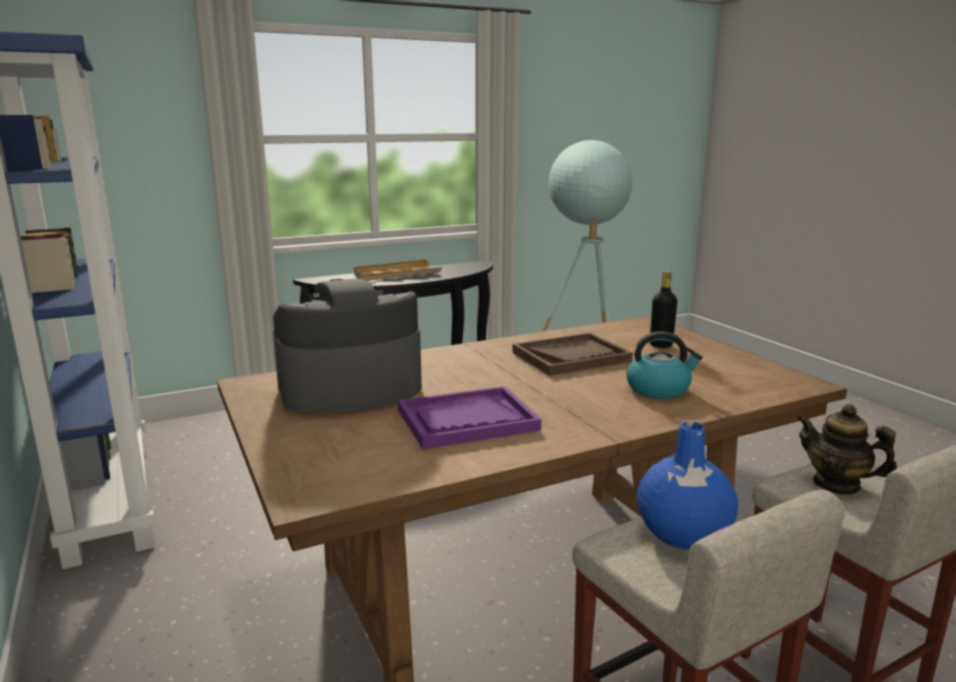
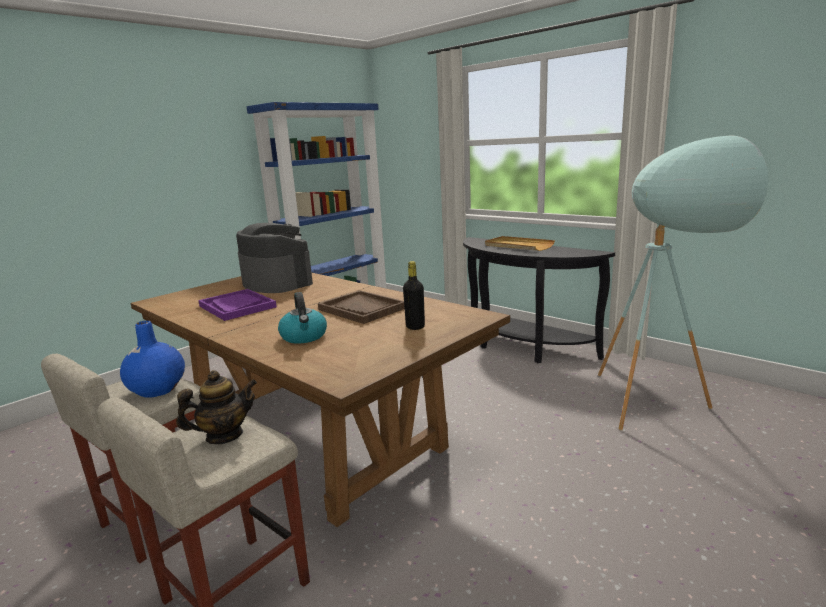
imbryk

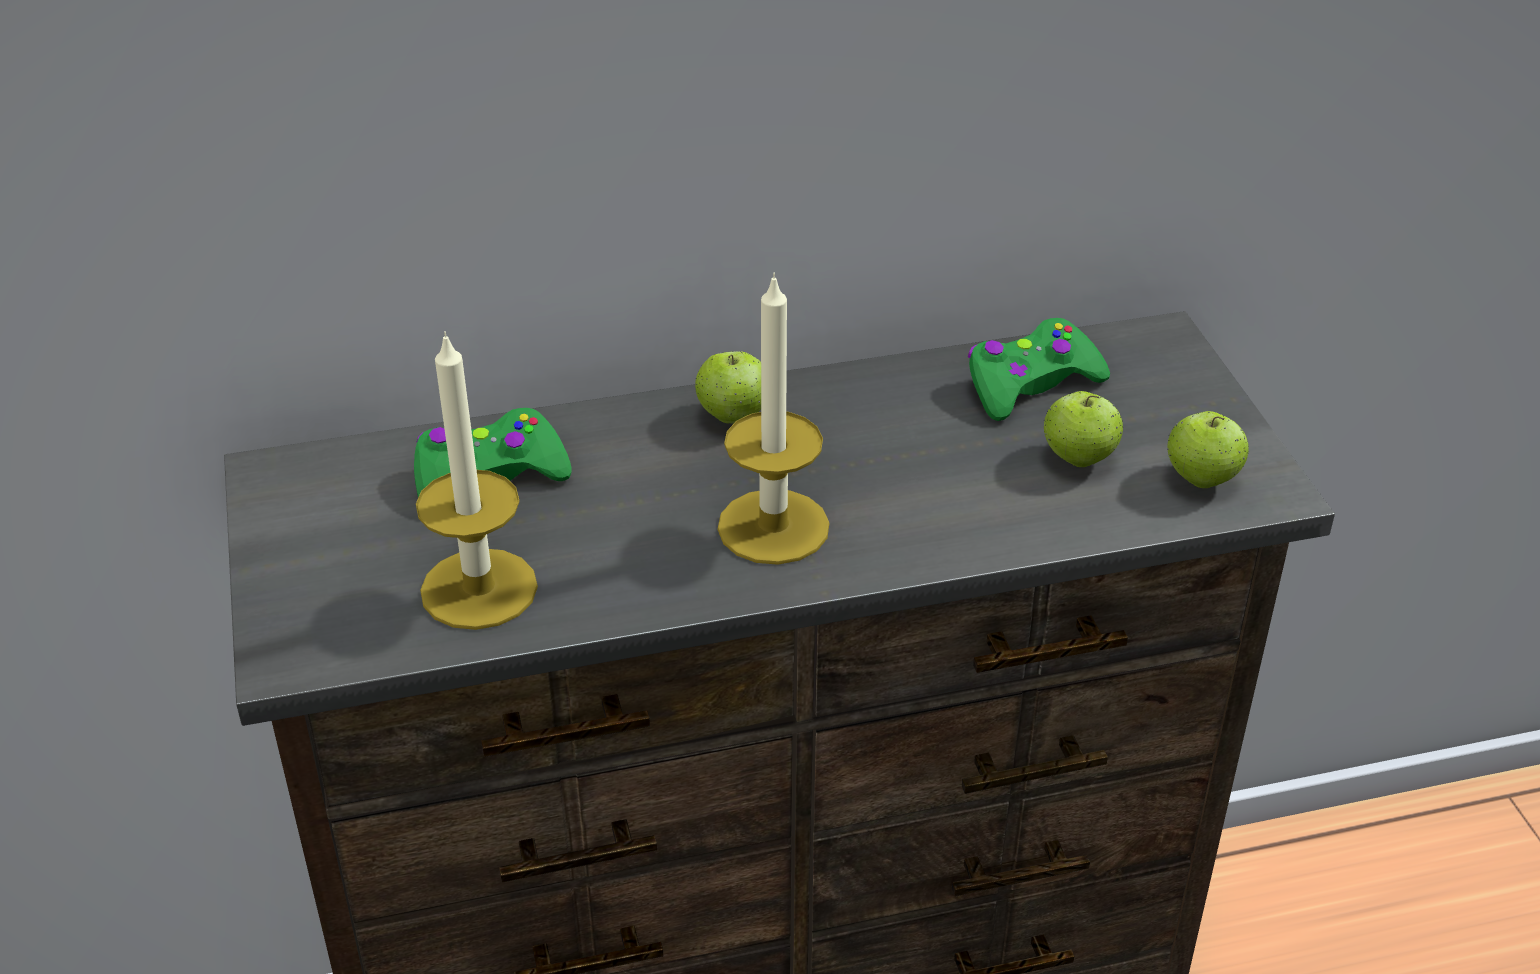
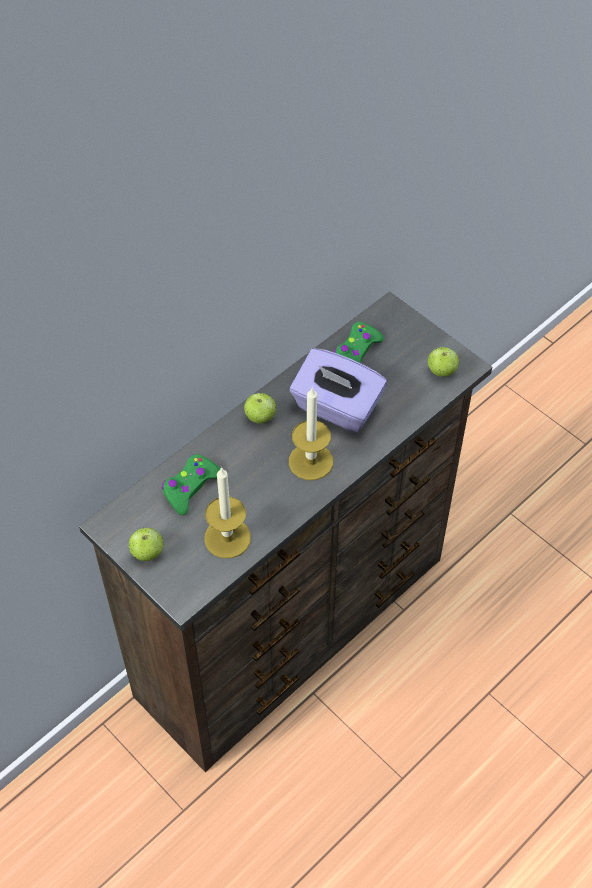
pudełko chusteczek [fioletowy]; jabłko (no. 1 from left)

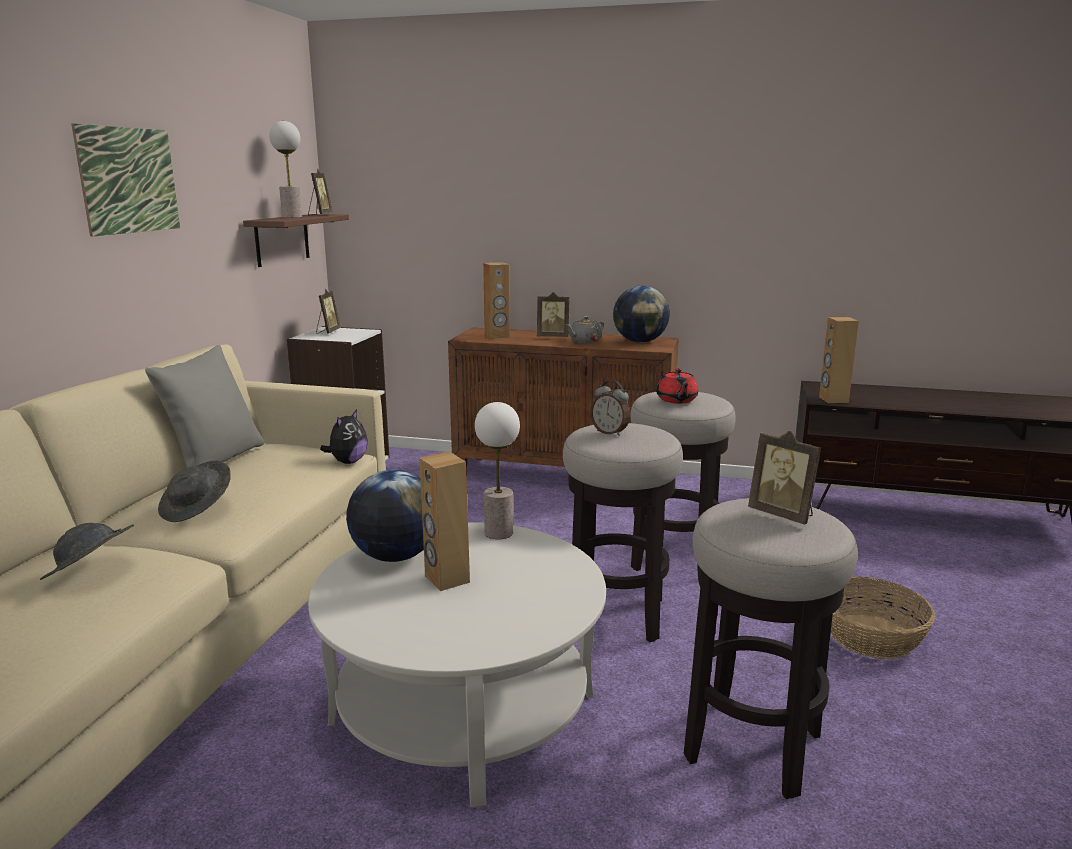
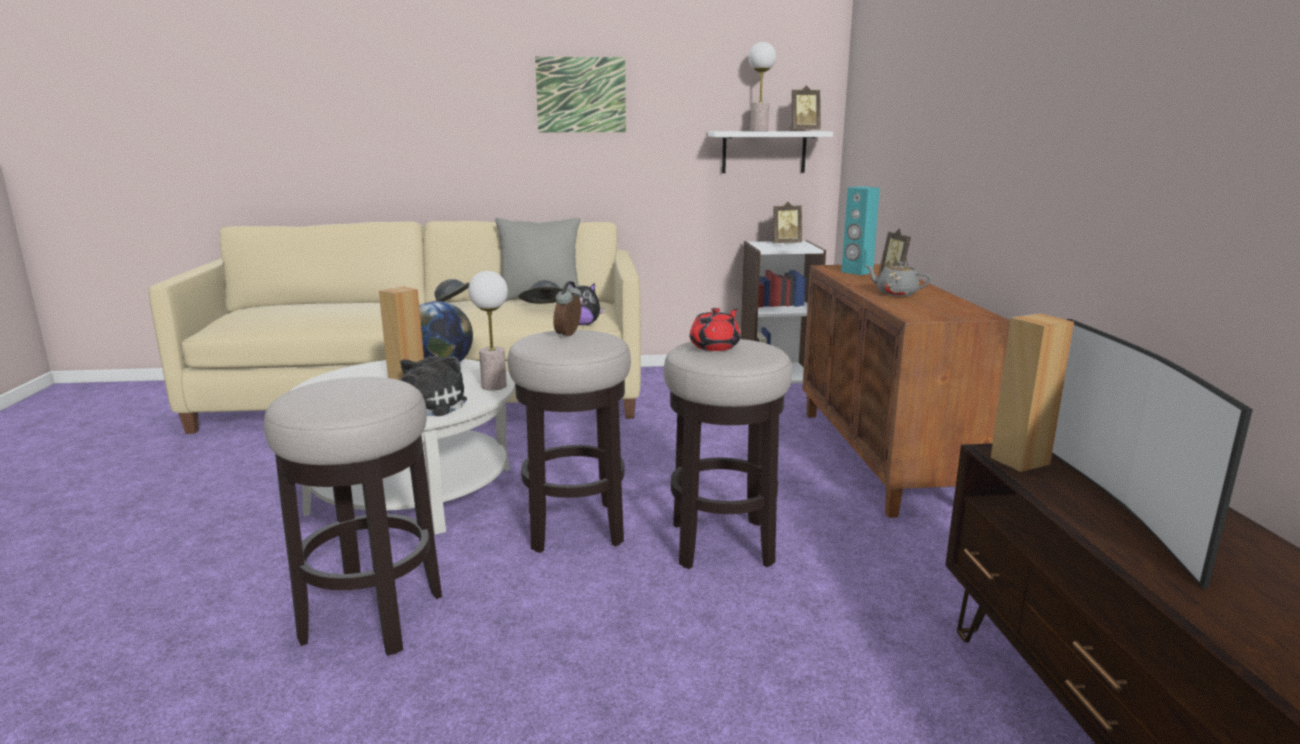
globus (no. 2 from left in the first image); ramka na zdjęcie (no. 4 from left in the first image); koszyk; pluszak (no. 1 from left); telewizor; kapelusz [szary] (no. 2 from left); półka [biały]; głośnik [turkusowy]; imbryk [czerwony]

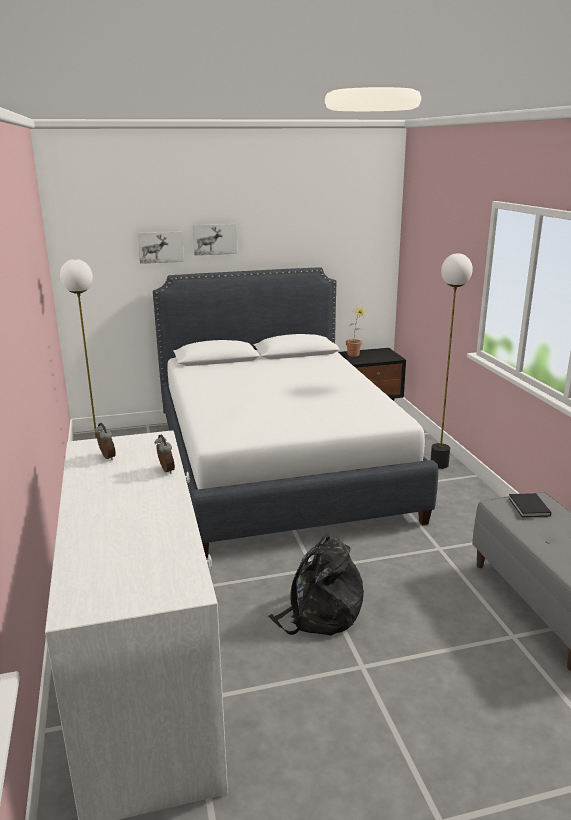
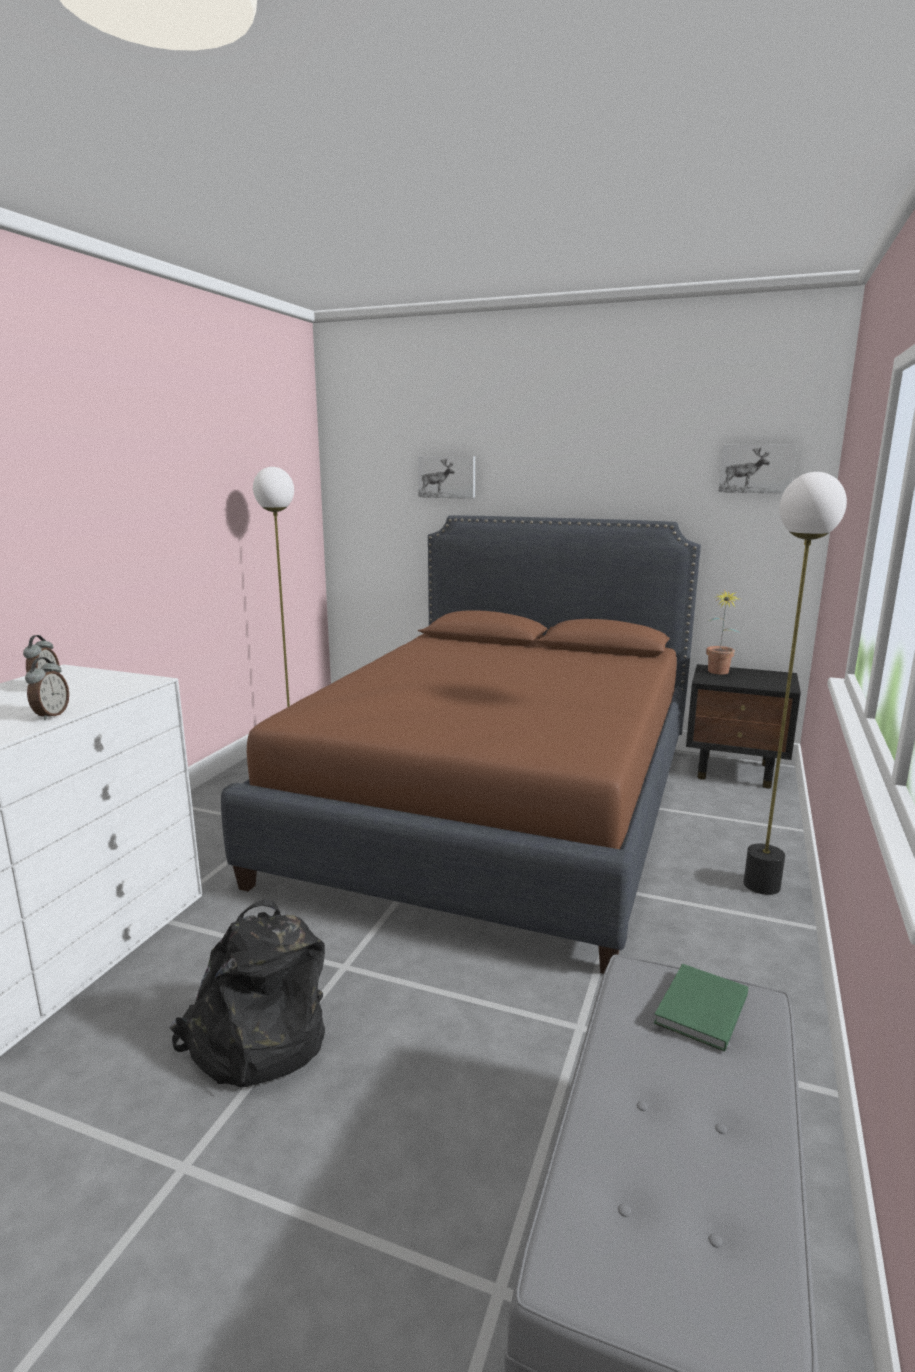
obraz (no. 2 from left); łóżko [brązowy]; książka [zielony]

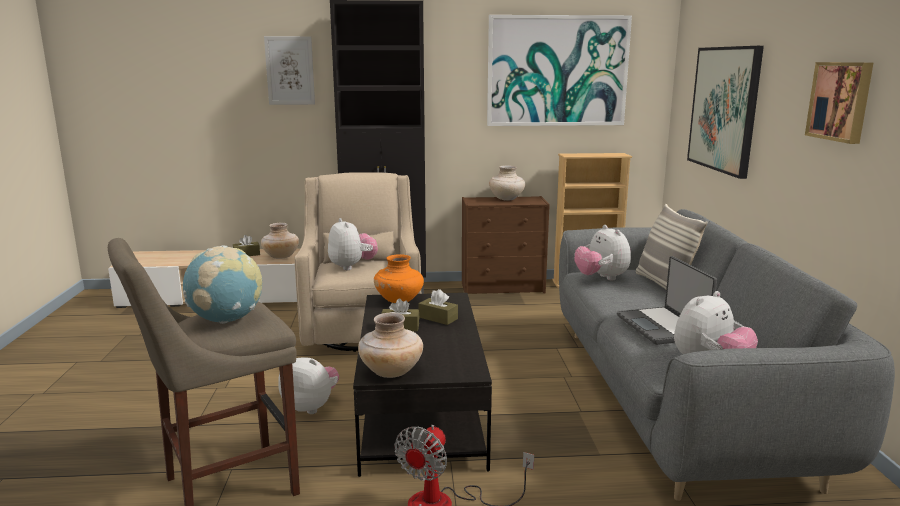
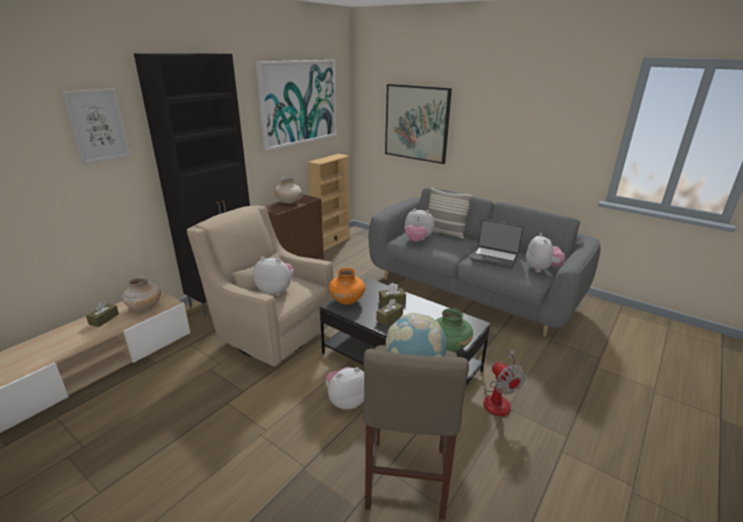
obraz (no. 4 from left in the first image); wazon [zielony]

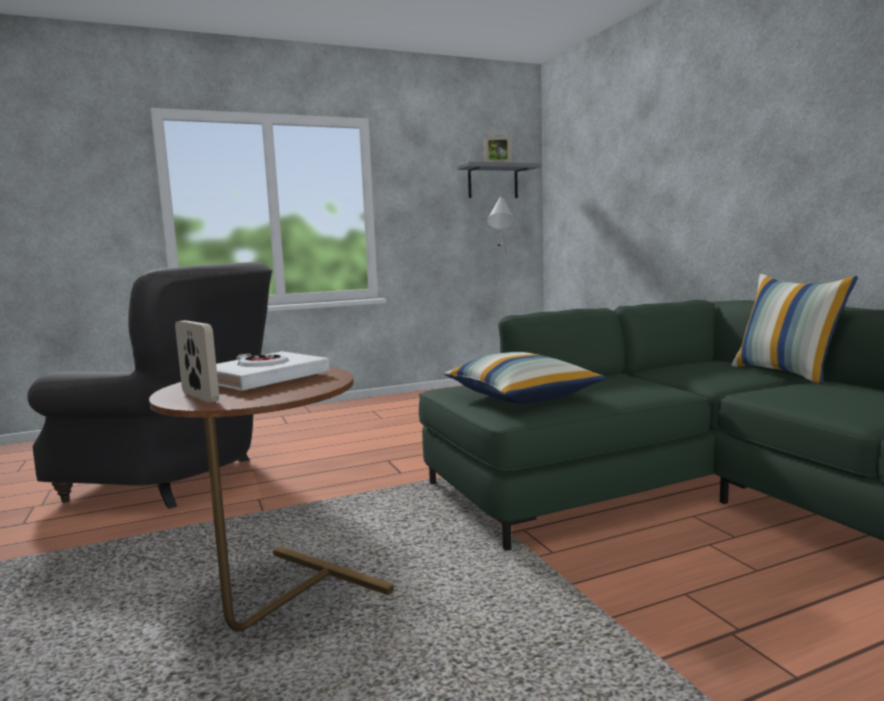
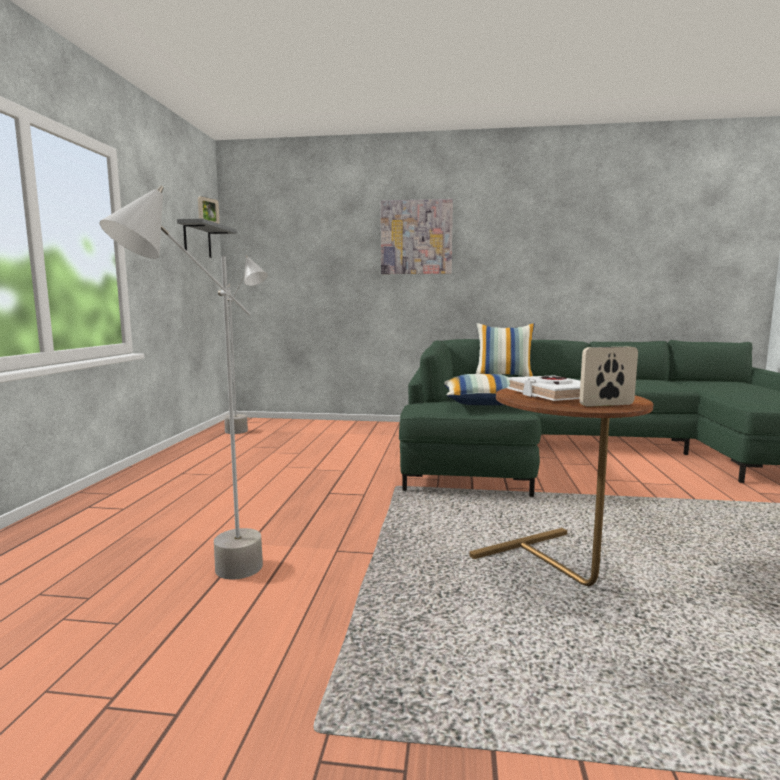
obraz; lampa stojąca [szary] (no. 1 from left)

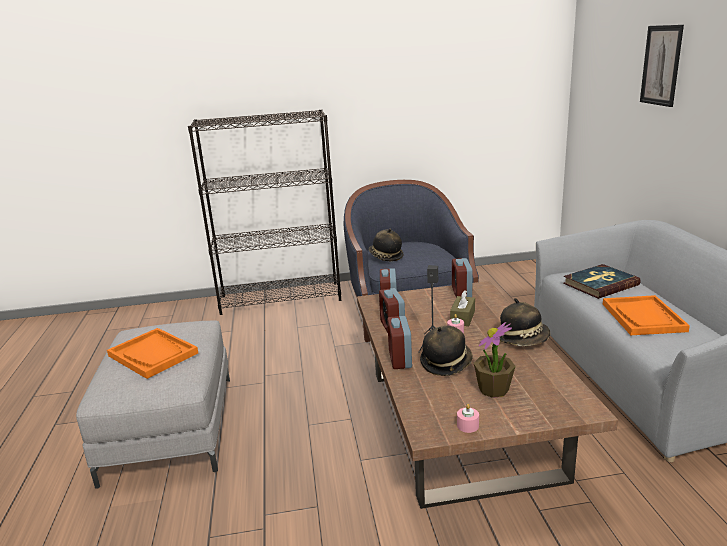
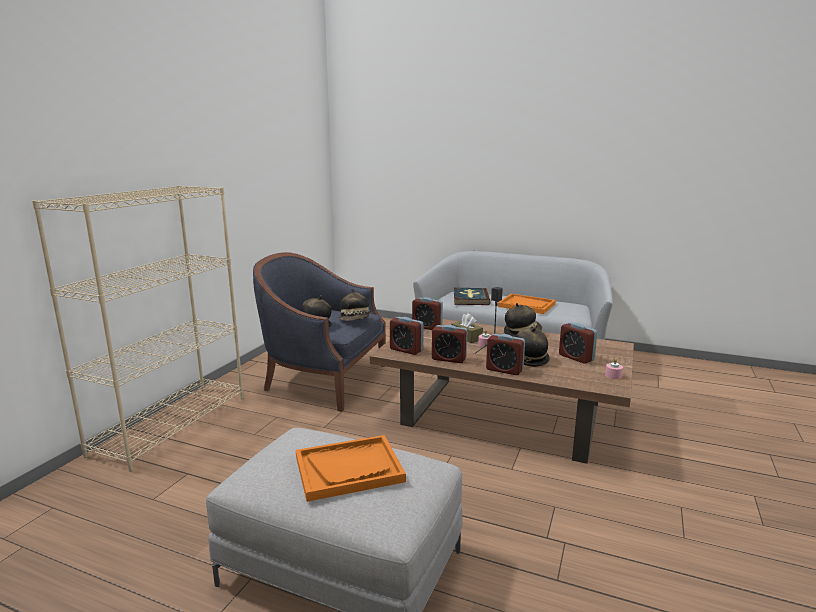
obraz; kapelusz (no. 2 from left); budzik (no. 5 from left); regał [beżowy]

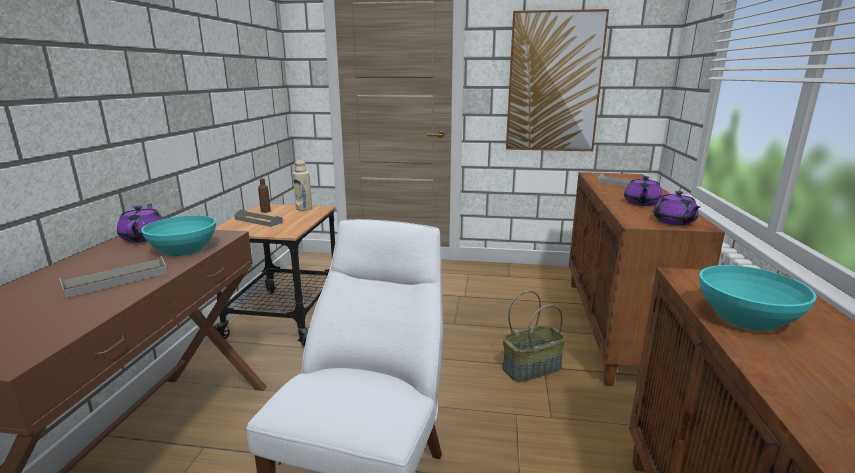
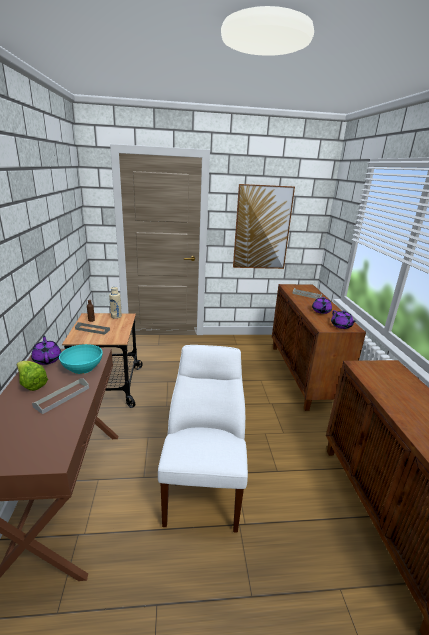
koszyk; miska [turkusowy] (no. 2 from left in the first image); sałata

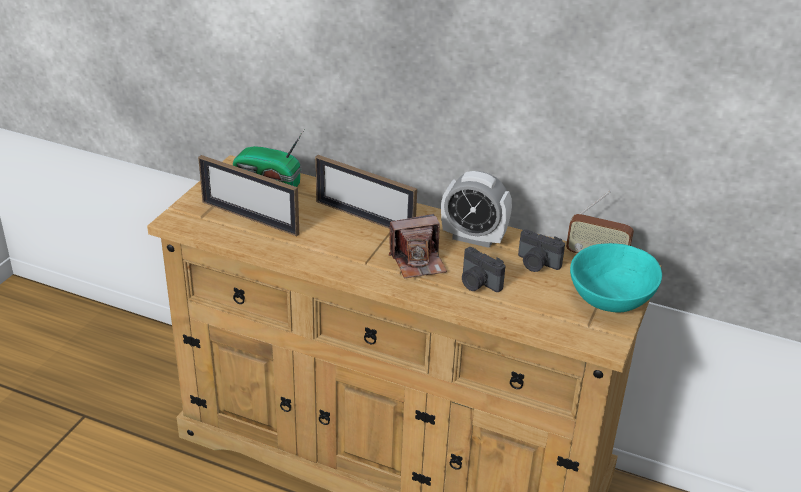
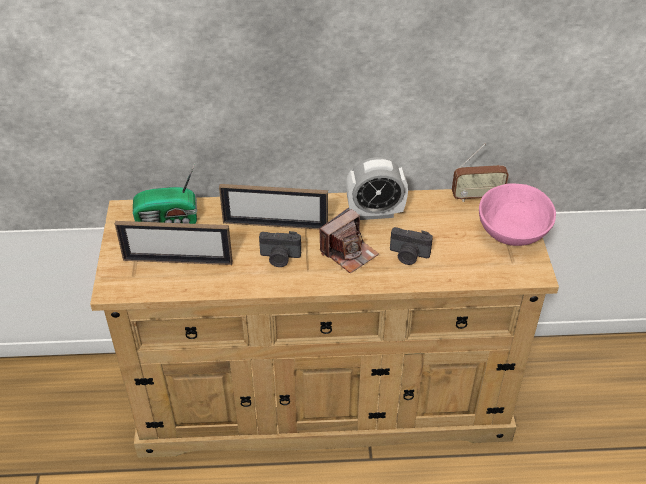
aparat fotograficzny (no. 1 from left); miska [różowy]

